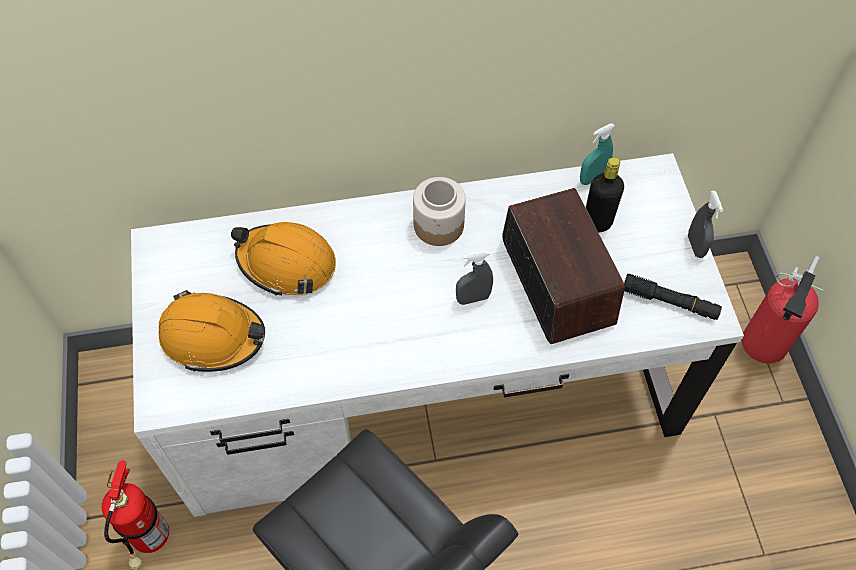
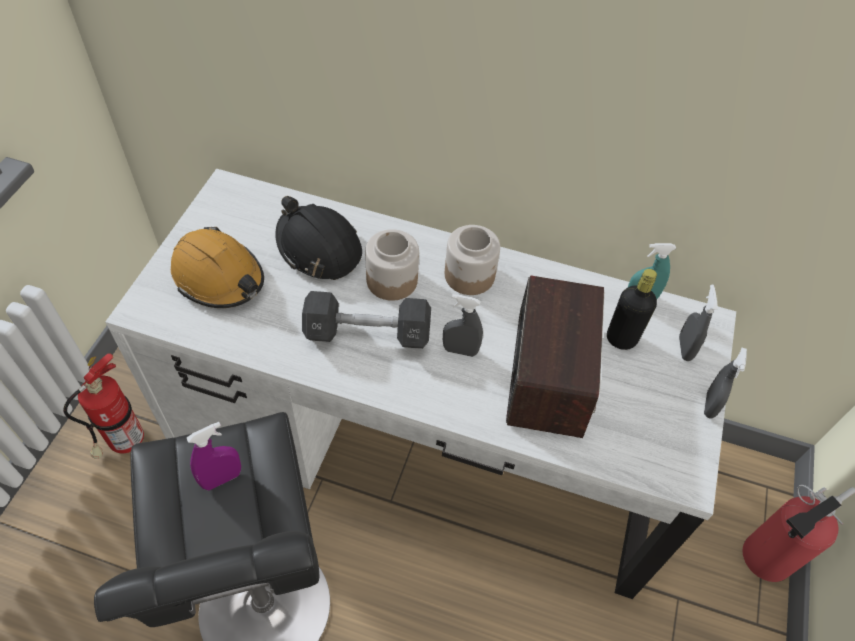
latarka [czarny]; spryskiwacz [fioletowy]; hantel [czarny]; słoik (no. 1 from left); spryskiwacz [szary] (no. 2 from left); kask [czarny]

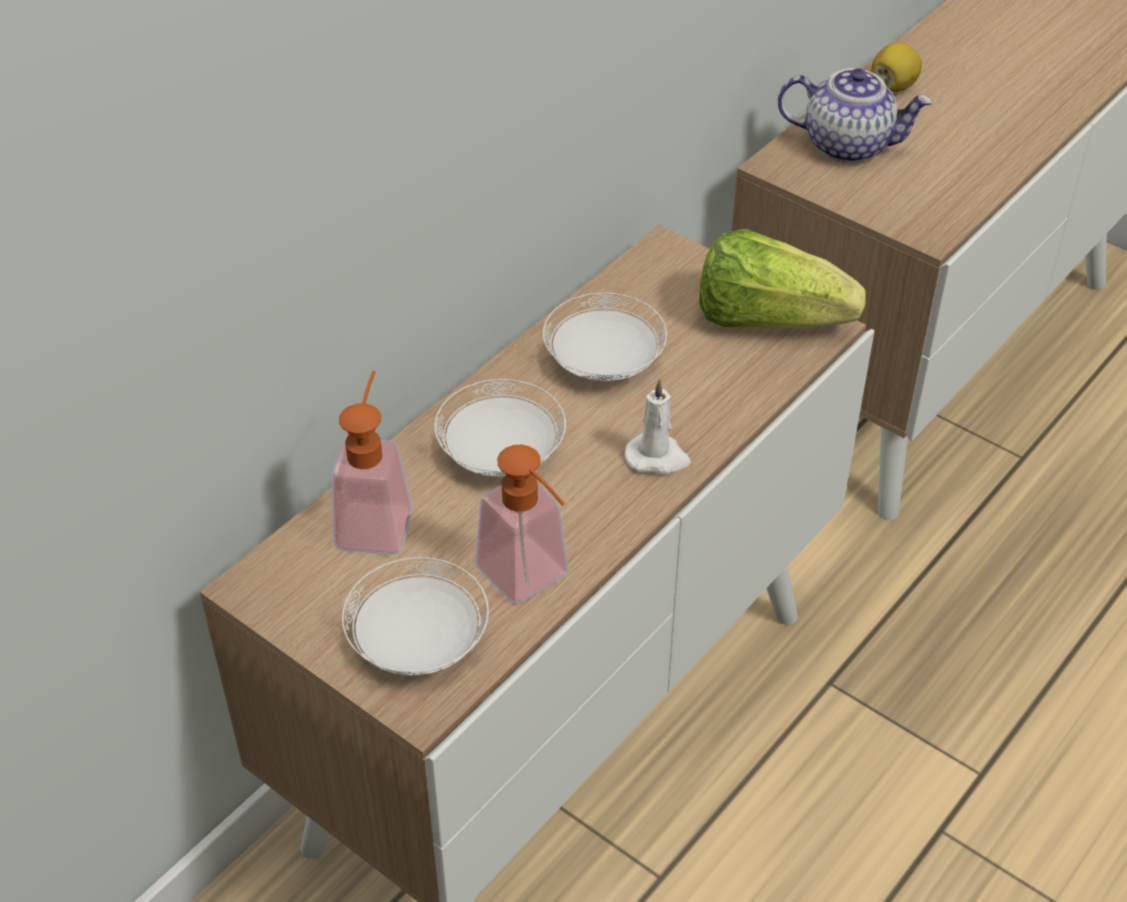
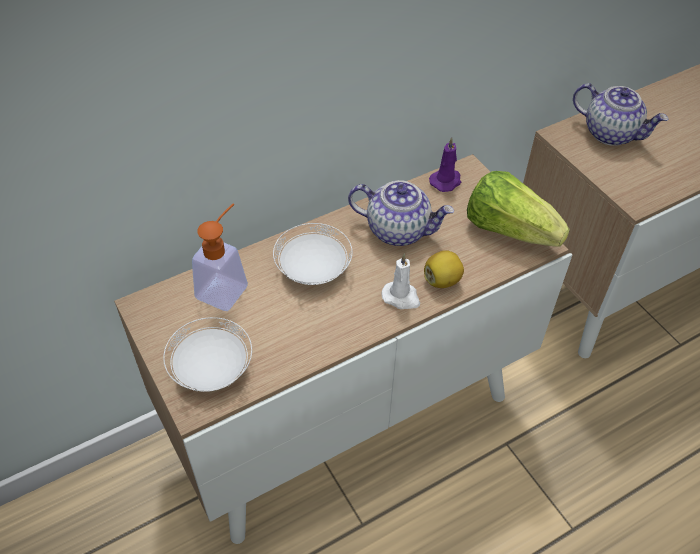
dozownik mydła (no. 2 from left in the first image); świeca [fioletowy]; cytryna; imbryk (no. 1 from left)

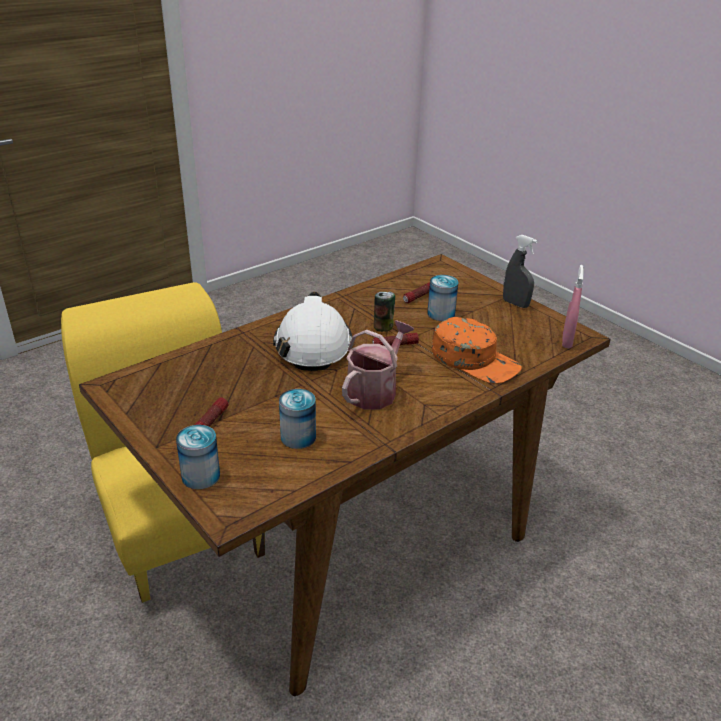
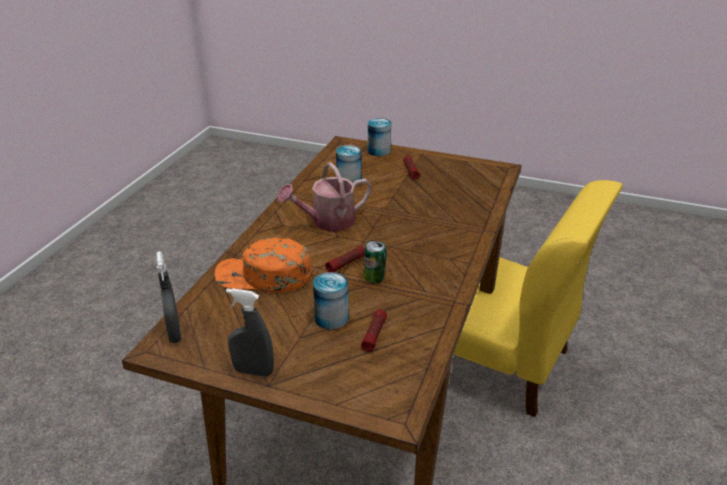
kask [biały]; spryskiwacz [szary] (no. 1 from left); konewka

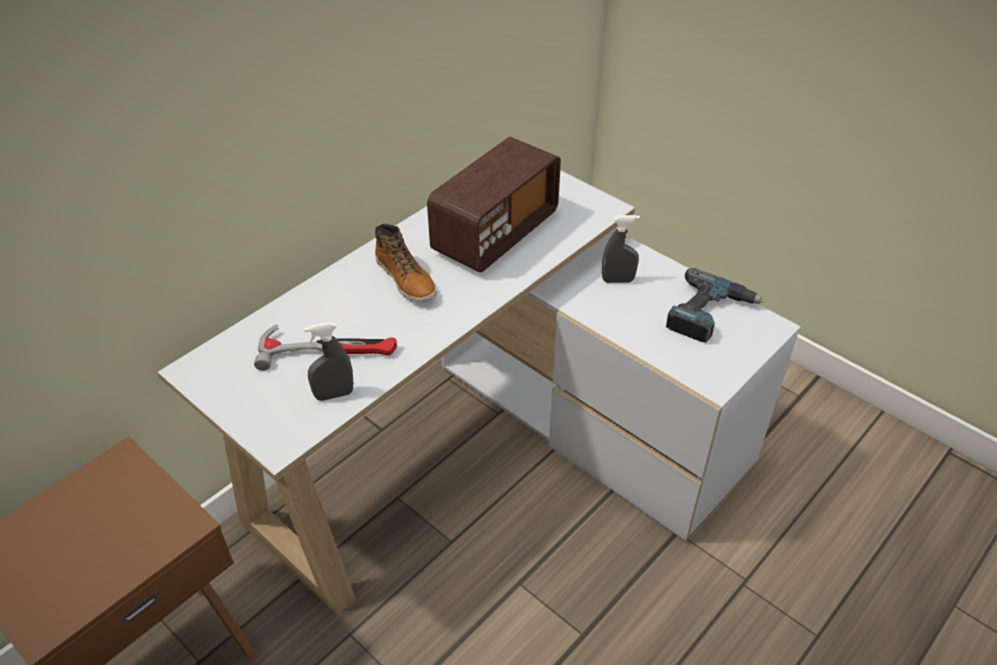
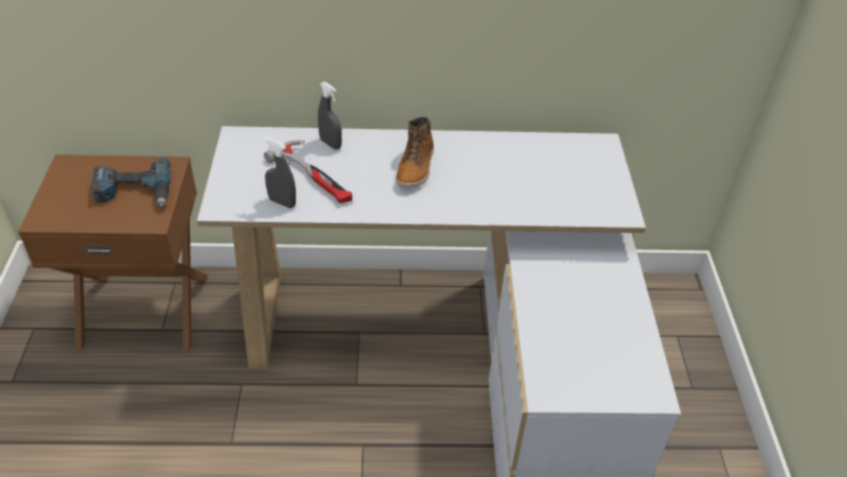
radio; spryskiwacz [szary] (no. 2 from left); wiertarka

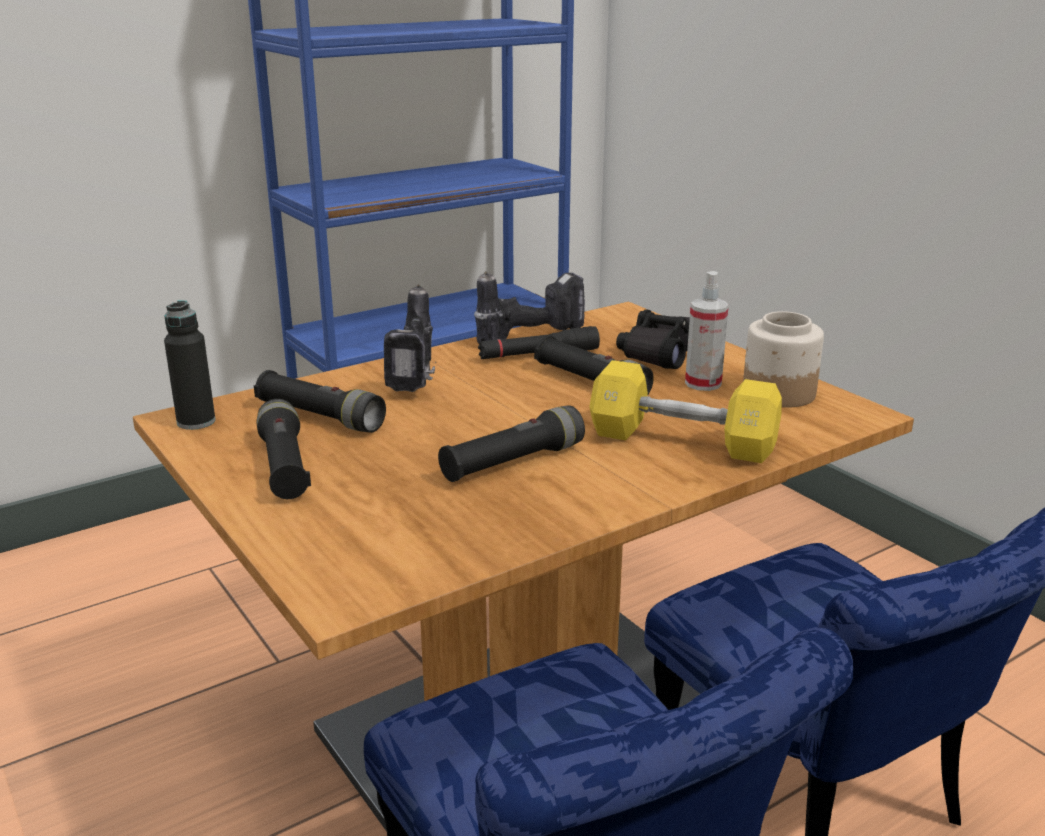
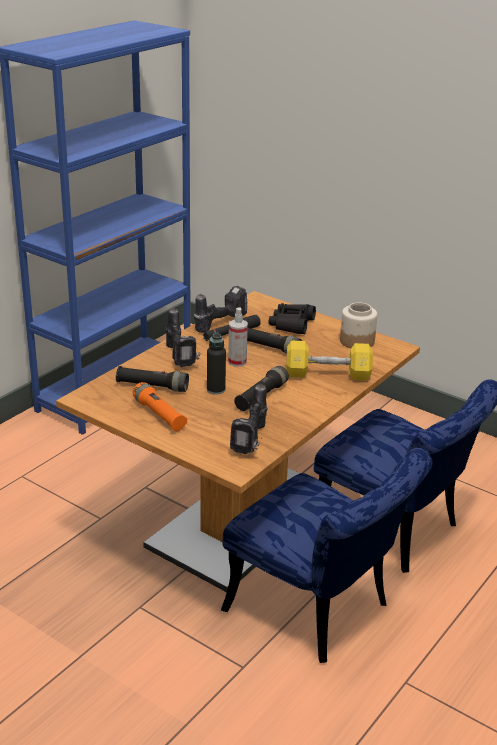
wiertarka (no. 3 from left); butelka [czarny]; spryskiwacz; latarka [pomarańczowy]

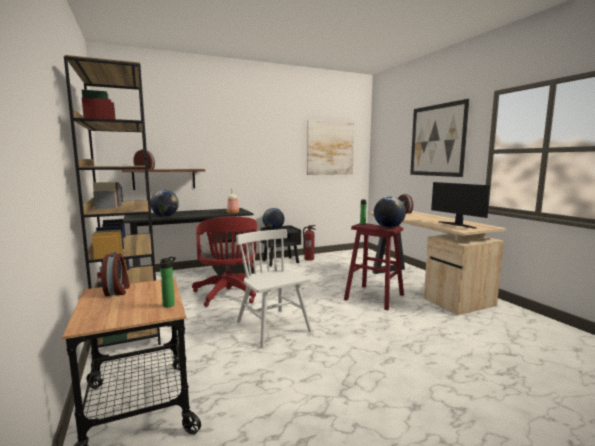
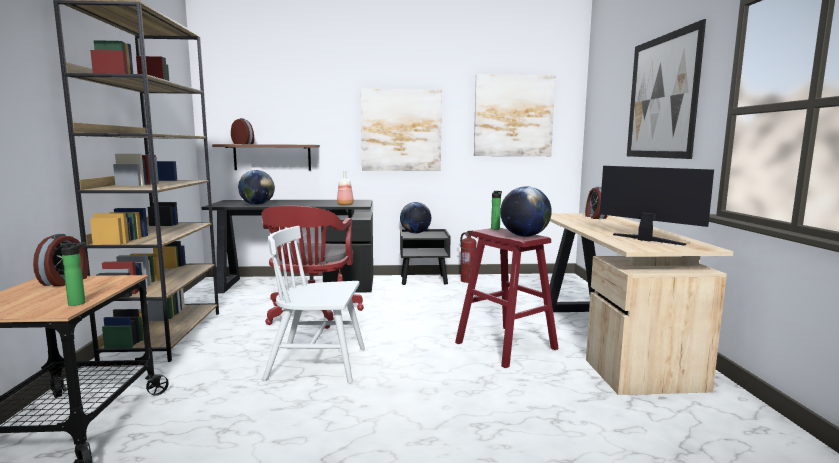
obraz (no. 1 from left); krzesło [biały]; monitor

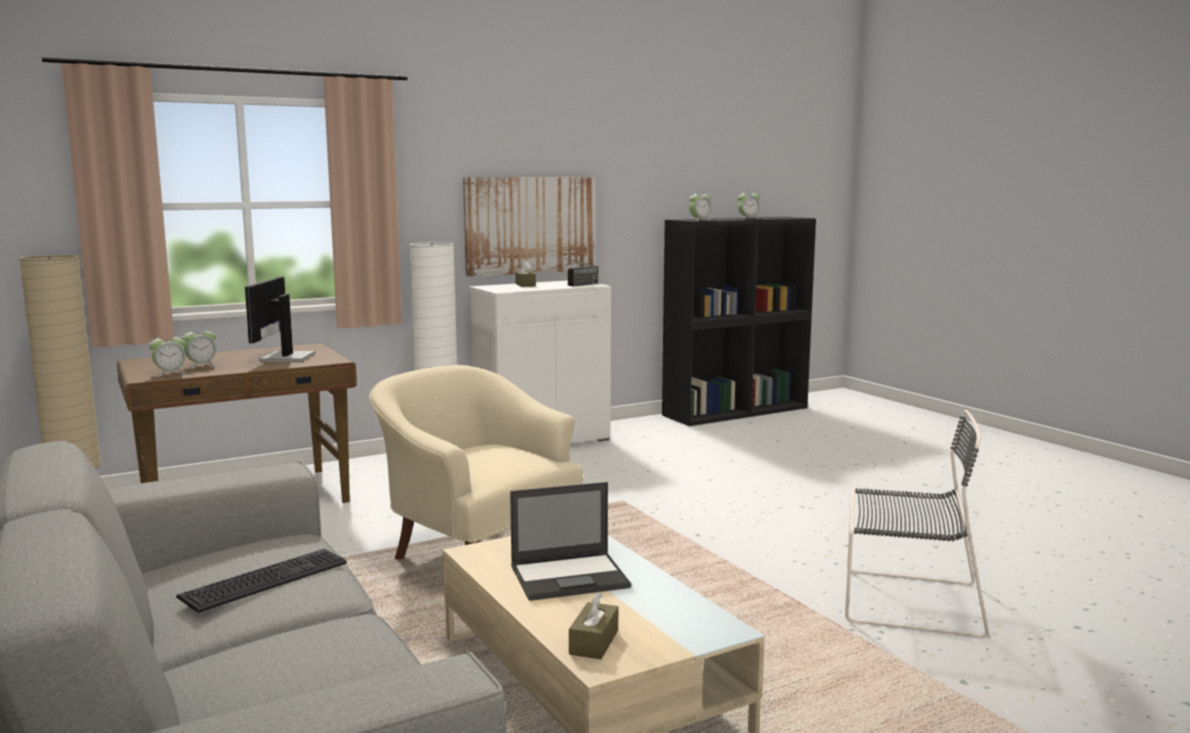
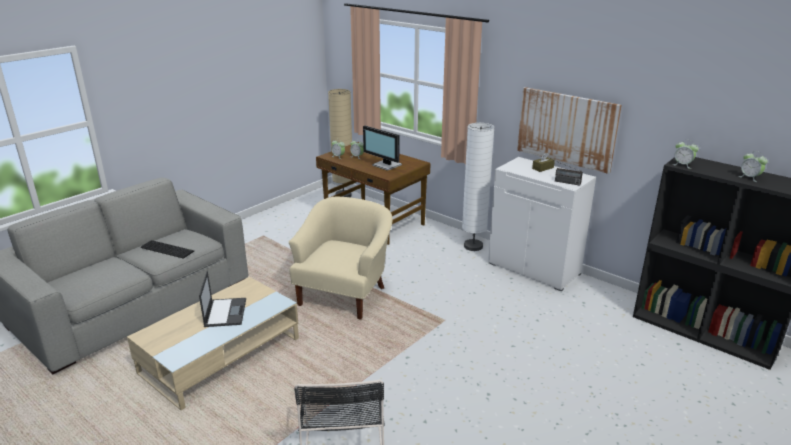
pudełko chusteczek [brązowy] (no. 2 from left in the first image); monitor; laptop

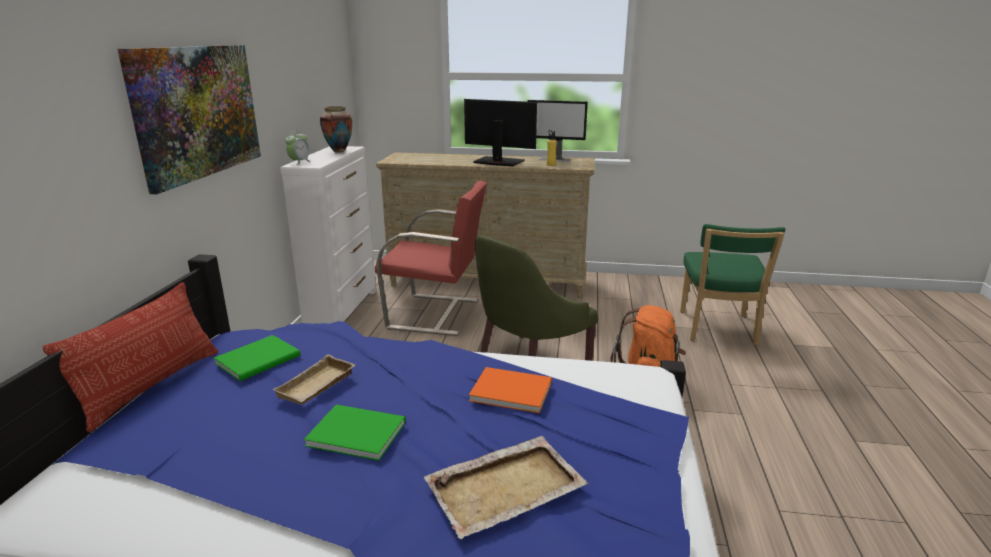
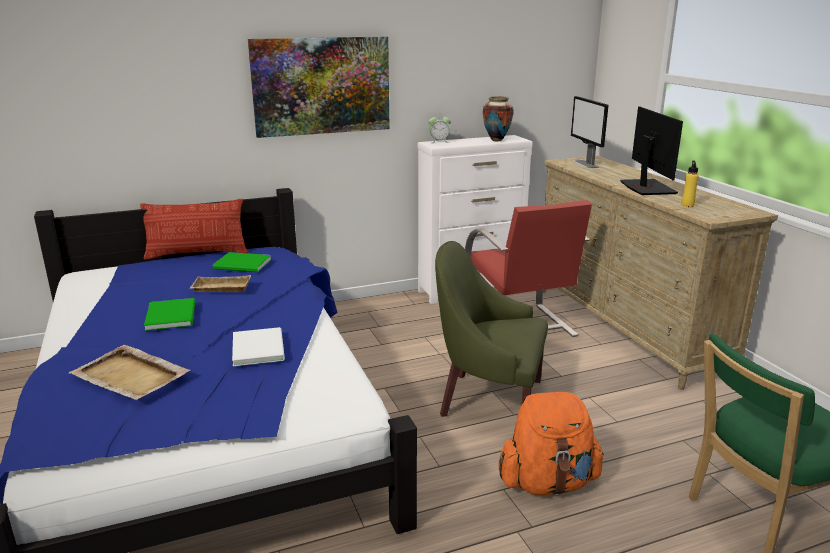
monitor (no. 1 from left); książka [biały]

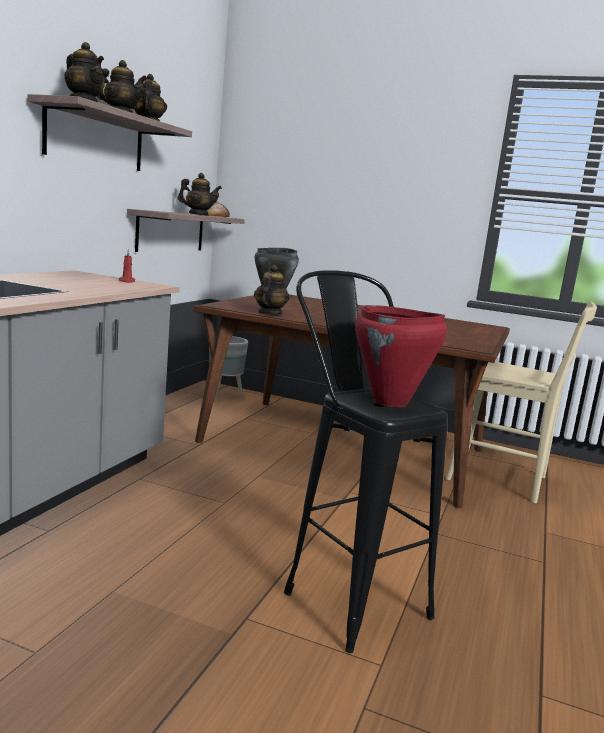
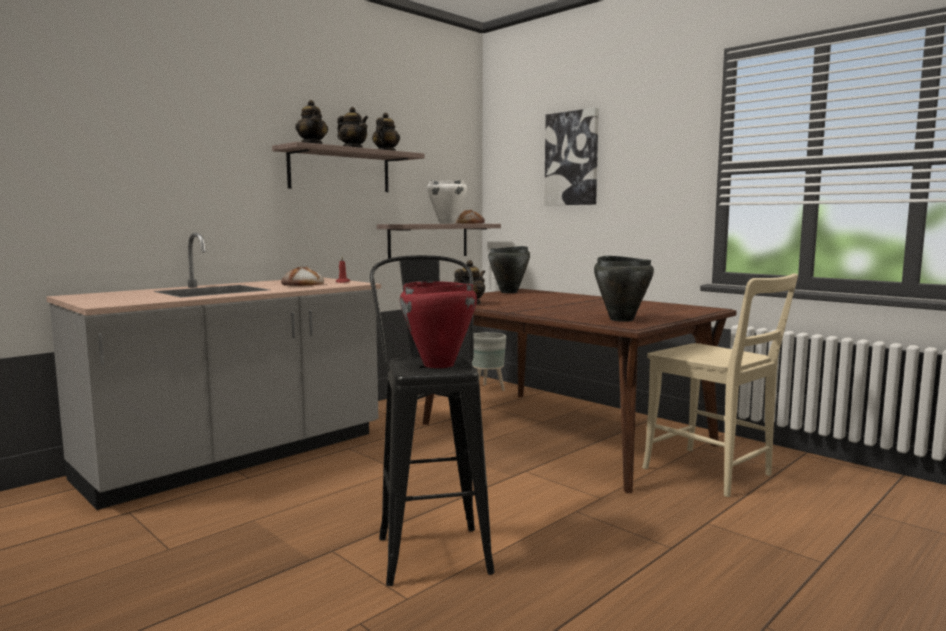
chleb (no. 1 from left); obraz; garnek [czarny] (no. 2 from left); garnek [biały]

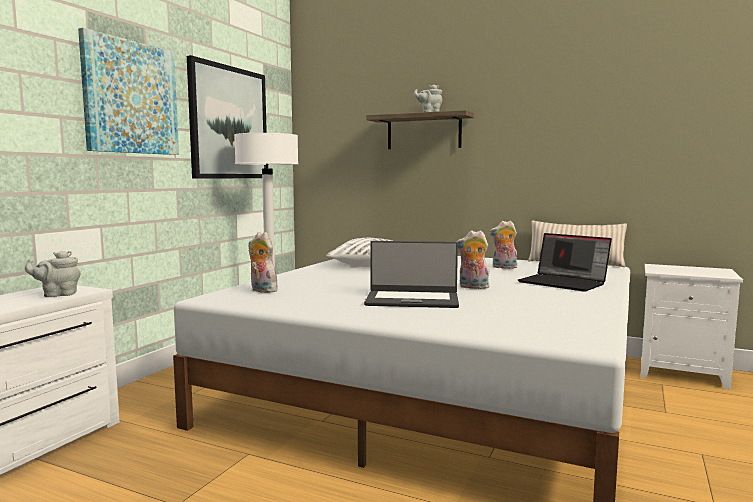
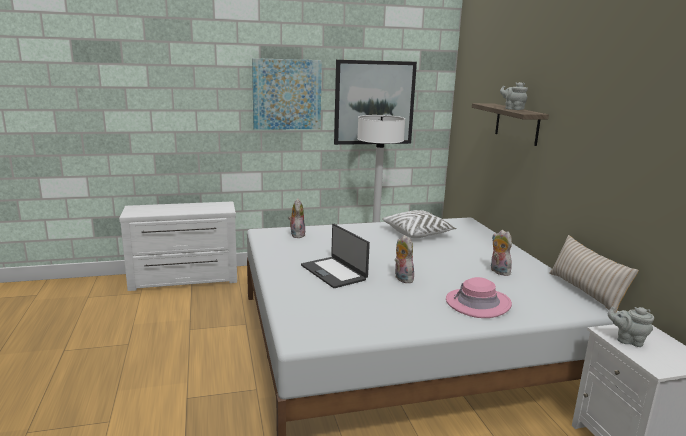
imbryk [szary] (no. 2 from left); kapelusz [różowy]

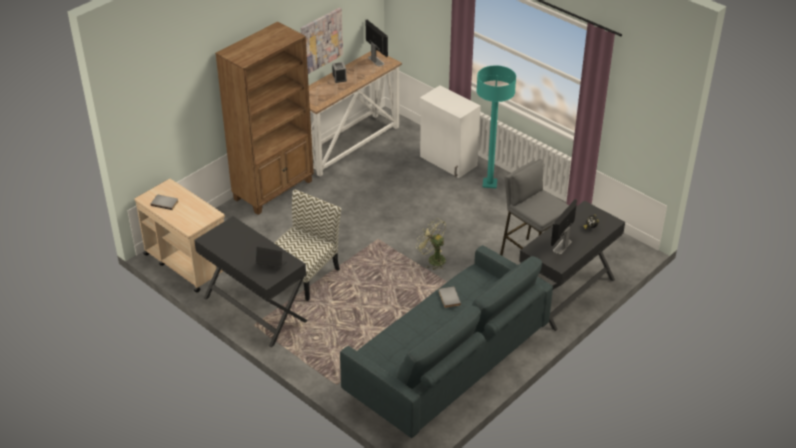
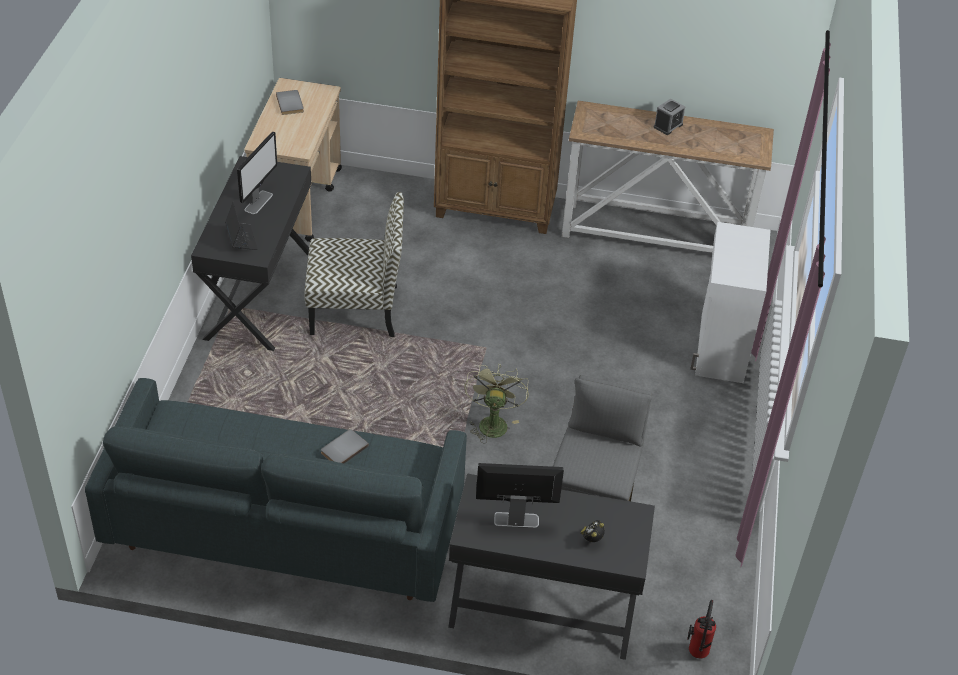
obraz; lampa stojąca [turkusowy]; gaśnica; monitor (no. 1 from left)

